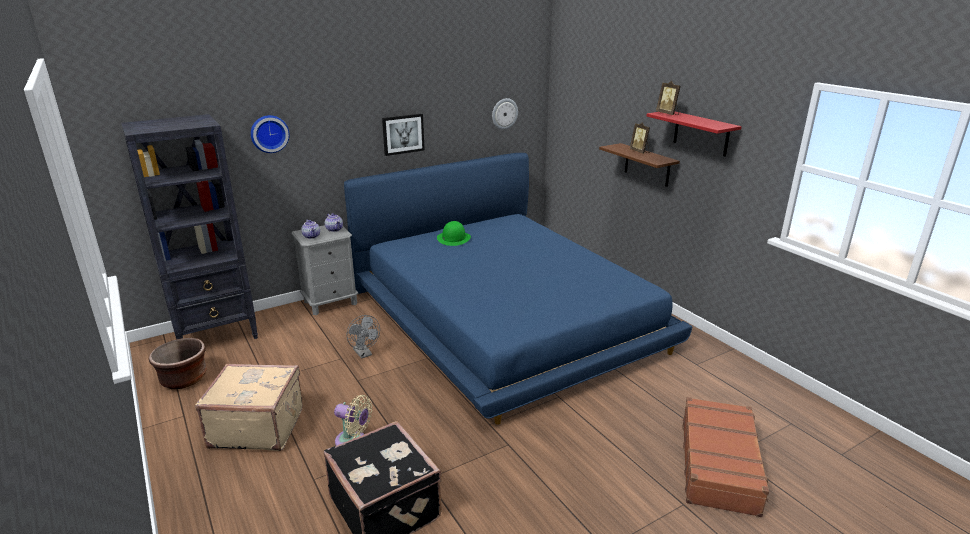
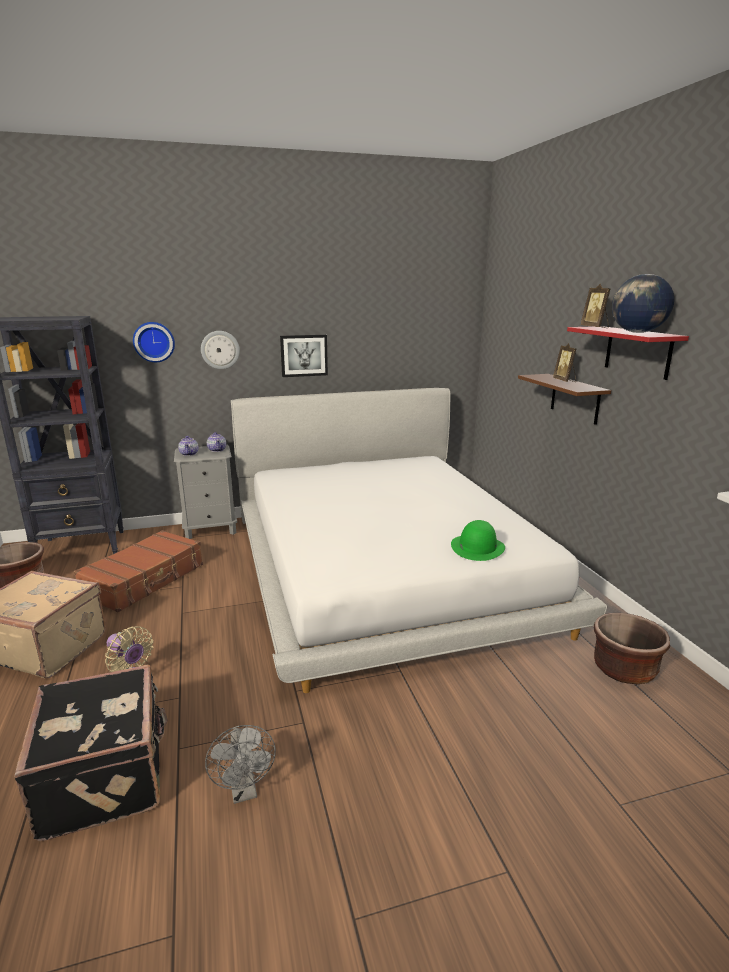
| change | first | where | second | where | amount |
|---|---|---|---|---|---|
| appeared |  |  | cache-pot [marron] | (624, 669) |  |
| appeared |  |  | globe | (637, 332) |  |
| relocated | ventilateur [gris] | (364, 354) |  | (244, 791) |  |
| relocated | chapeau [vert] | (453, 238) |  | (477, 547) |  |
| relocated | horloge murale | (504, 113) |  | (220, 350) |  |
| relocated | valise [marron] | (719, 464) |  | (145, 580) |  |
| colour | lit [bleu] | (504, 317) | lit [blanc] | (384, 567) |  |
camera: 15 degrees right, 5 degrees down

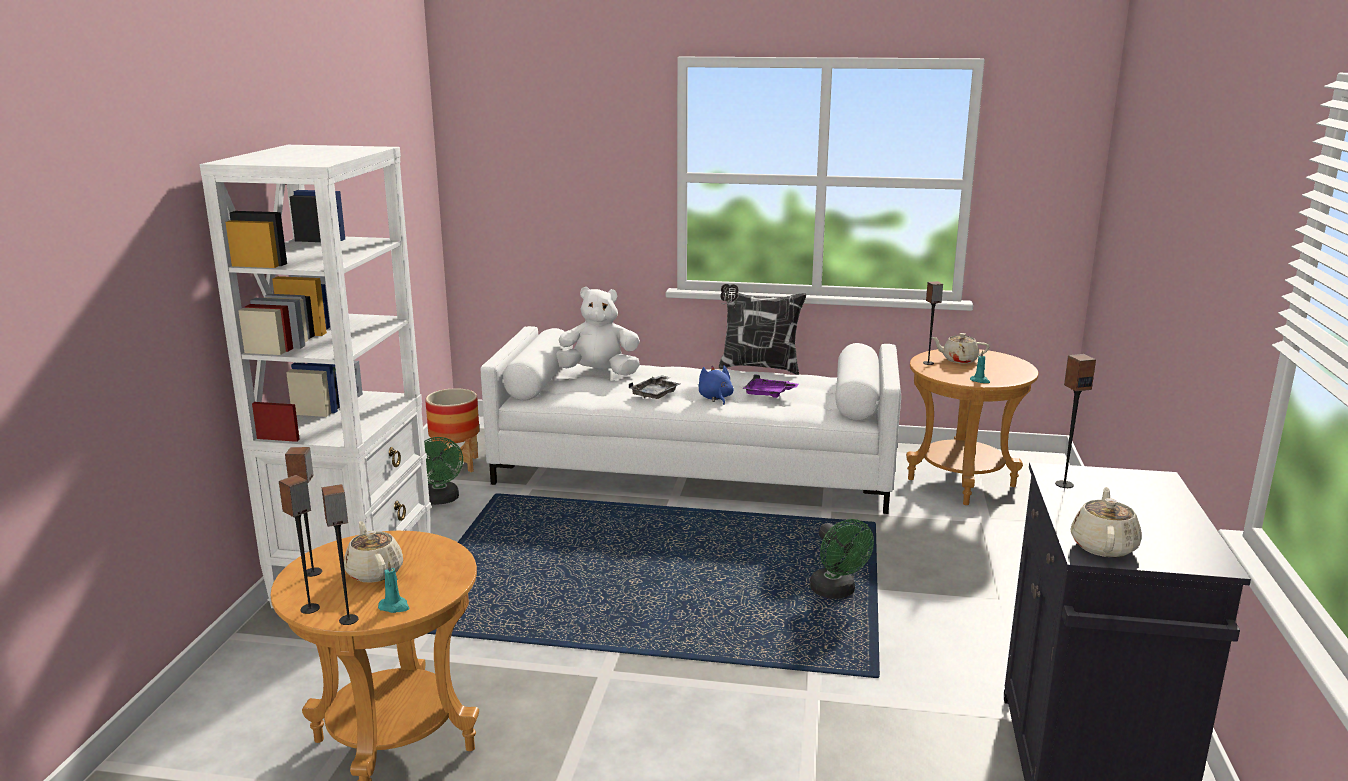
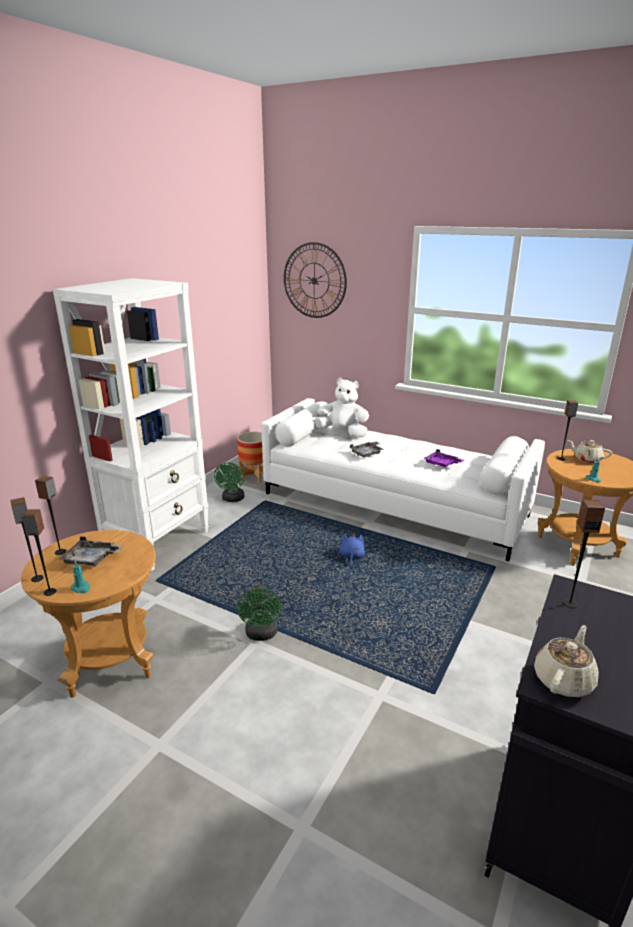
| change | first | where | second | where | amount |
|---|---|---|---|---|---|
| missing | coussin | (758, 367) |  |  |  |
| appeared |  |  | horloge murale | (314, 280) |  |
| relocated | peluche [bleu] | (715, 398) |  | (351, 557) |  |
| relocated | ventilateur [vert] | (836, 592) |  | (261, 634) |  |
| exchanged | théière [beige] | (374, 572) | plateau [gris] | (91, 559) |  |
camera: 20 degrees right, 5 degrees up

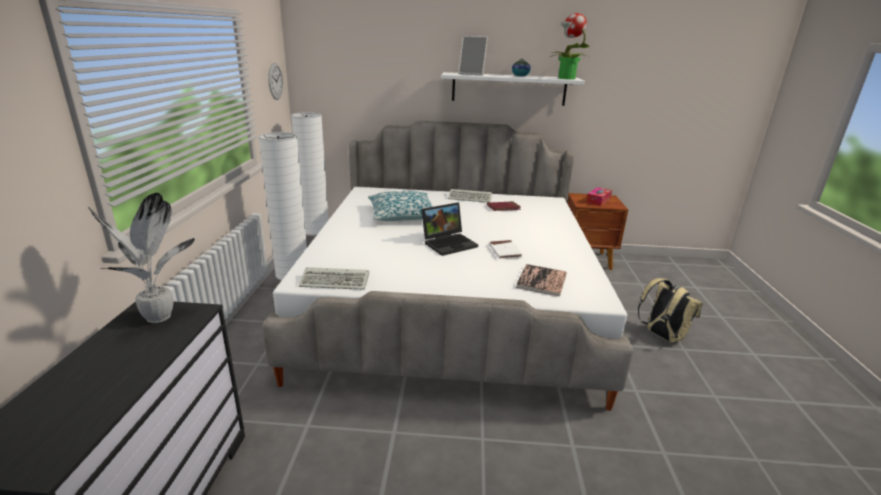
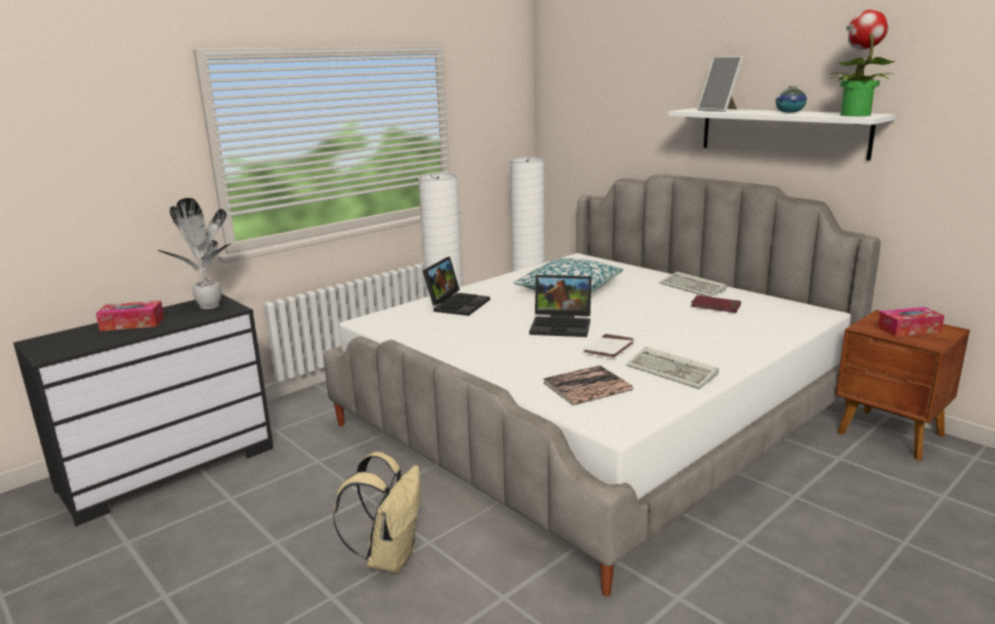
| change | first | where | second | where | amount |
|---|---|---|---|---|---|
| missing | horloge murale | (275, 81) |  |  |  |
| appeared |  |  | boîte à mouchoirs | (132, 324) |  |
| appeared |  |  | ordinateur portable | (457, 304) |  |
| relocated | clavier | (336, 281) |  | (673, 372) |  |
| relocated | sac à dos [beige] | (661, 335) |  | (390, 557) |  |
camera: 45 degrees right, 5 degrees down

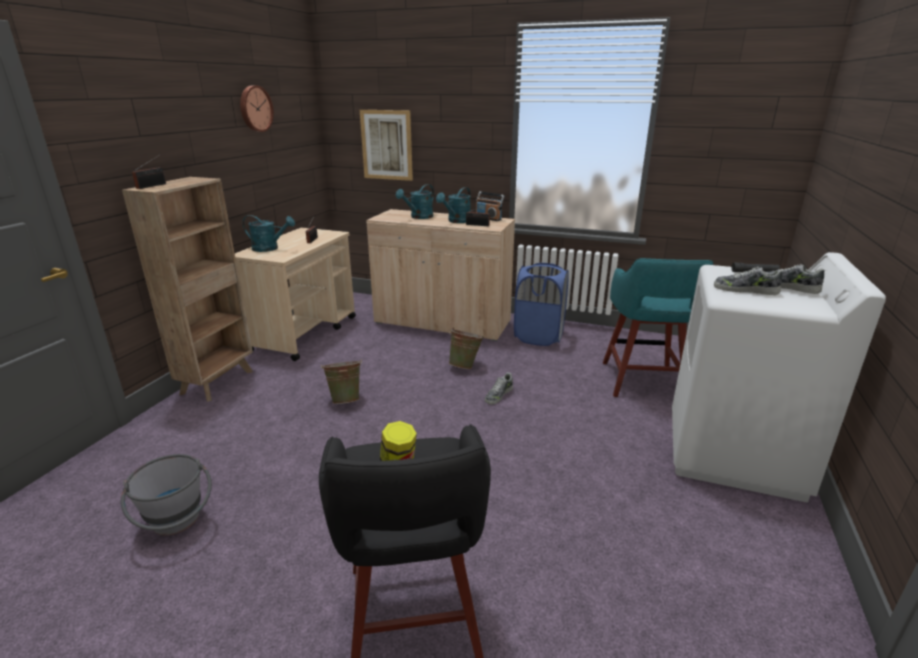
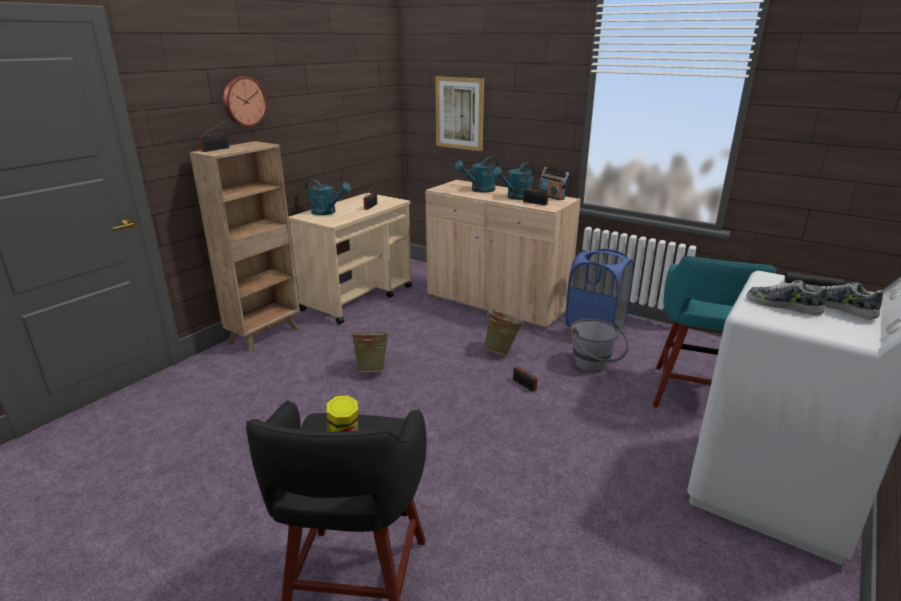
| change | first | where | second | where | amount |
|---|---|---|---|---|---|
| relocated | seau [gris] | (177, 525) |  | (594, 367) |  |
| relocated | horloge murale | (255, 109) |  | (244, 101) |  |
| exchanged | chaussure | (498, 395) | radio | (525, 386) |  |
camera: 15 degrees right, 0 degrees up

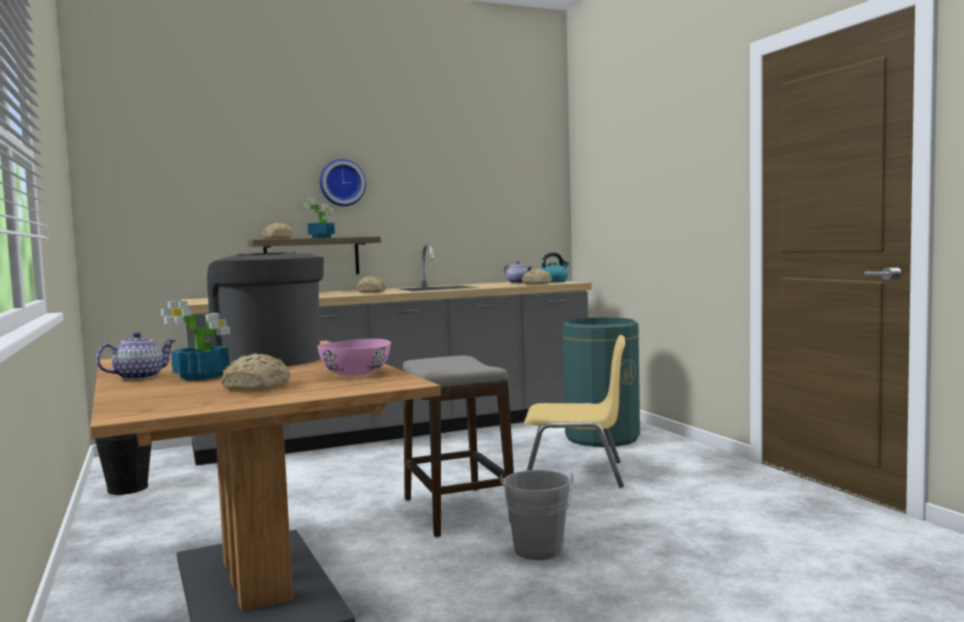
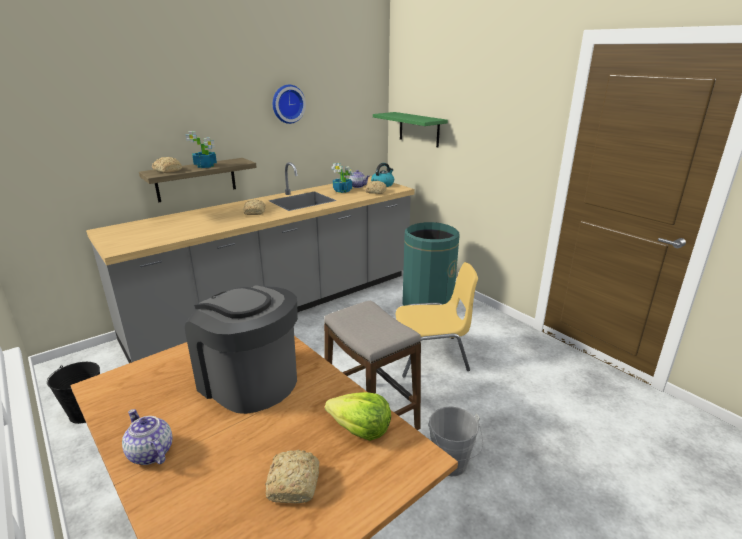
| change | first | where | second | where | amount |
|---|---|---|---|---|---|
| appeared |  |  | étagère [vert] | (419, 129) |  |
| relocated | plante en pot | (202, 377) |  | (343, 190) |  |
| relocated | horloge murale | (342, 183) |  | (287, 104) |  |
| exchanged | bol [rose] | (355, 374) | laitue | (360, 429) |  |
| spun | théière | (139, 377) |  | (150, 453) | 75 degrees counterclockwise |
camera: 15 degrees left, 20 degrees up

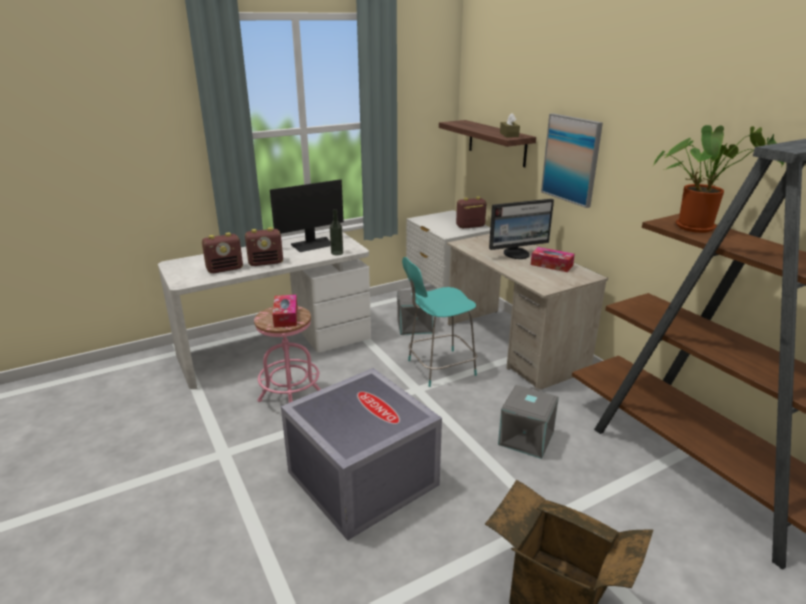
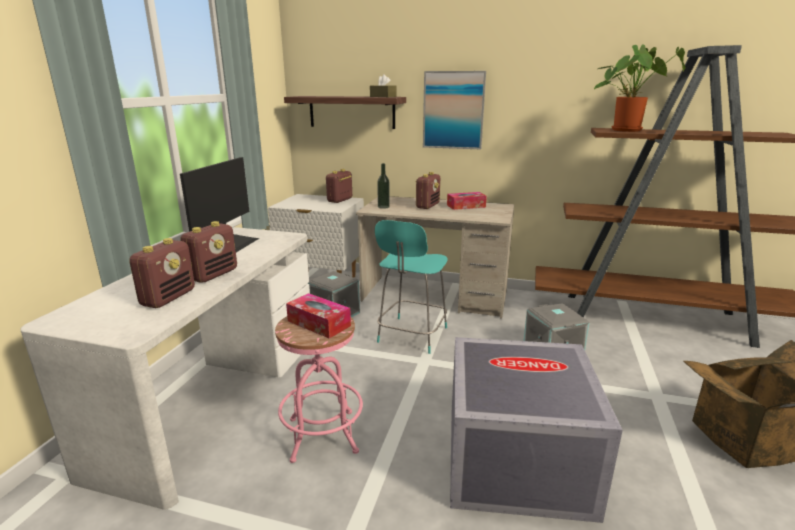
| change | first | where | second | where | amount |
|---|---|---|---|---|---|
| relocated | bouteille | (337, 253) |  | (383, 207) |  |
| exchanged | écran d'ordinateur | (517, 254) | radio | (427, 206) |  |
camera: 45 degrees left, 5 degrees down

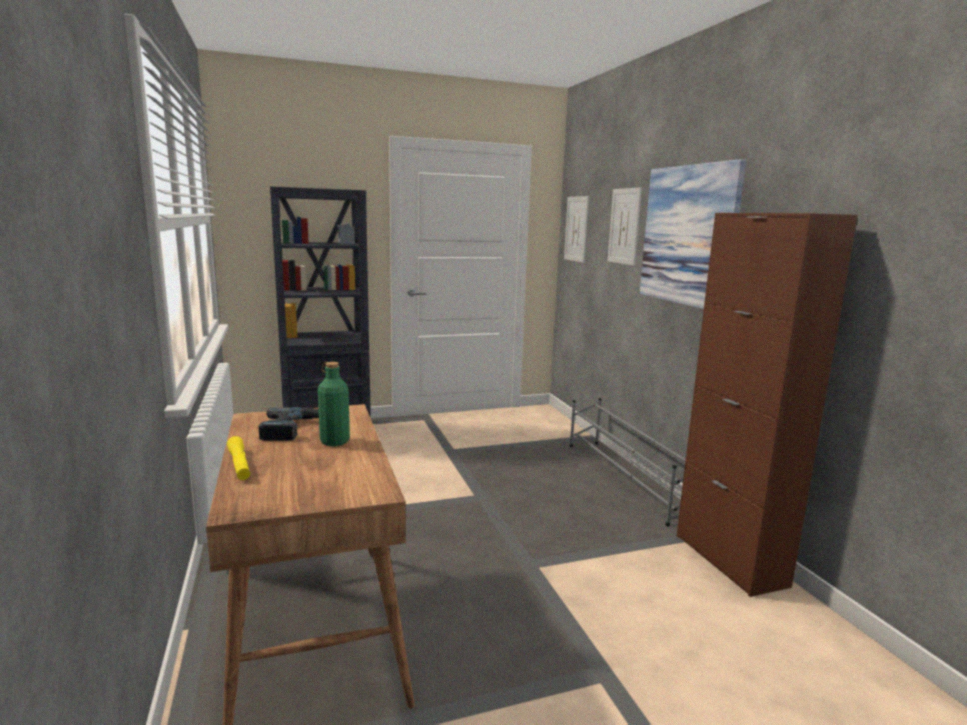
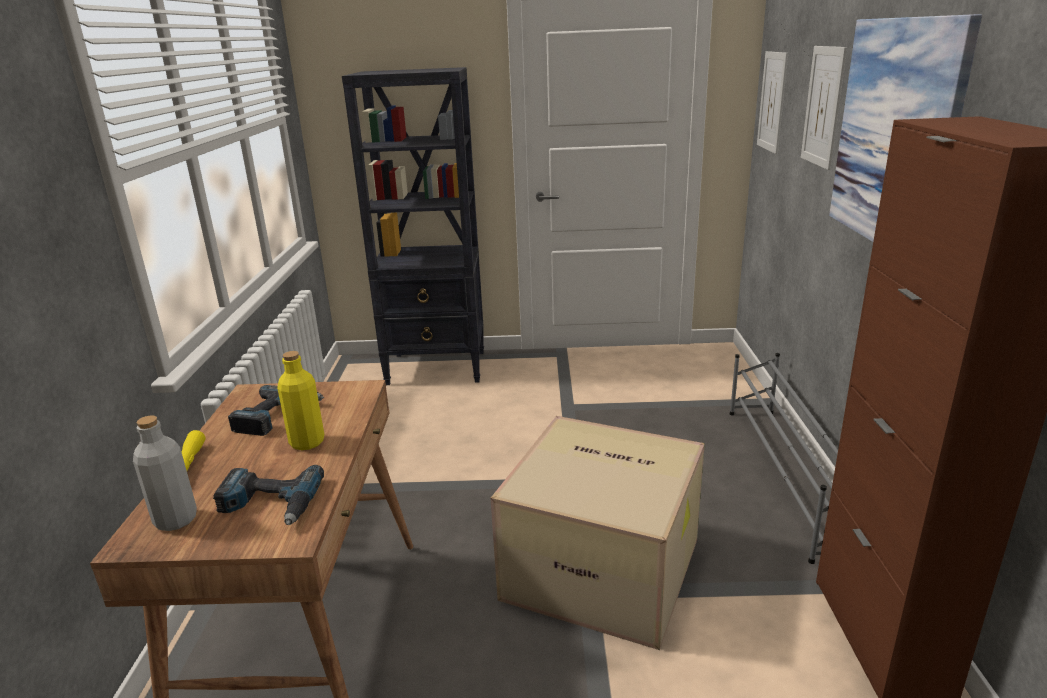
| change | first | where | second | where | amount |
|---|---|---|---|---|---|
| appeared |  |  | bouteille [gris] | (176, 520) |  |
| appeared |  |  | perceuse | (269, 504) |  |
| appeared |  |  | carton | (605, 567) |  |
| colour | bouteille [vert] | (335, 441) | bouteille [jaune] | (307, 442) |  |
camera: 20 degrees right, 10 degrees up

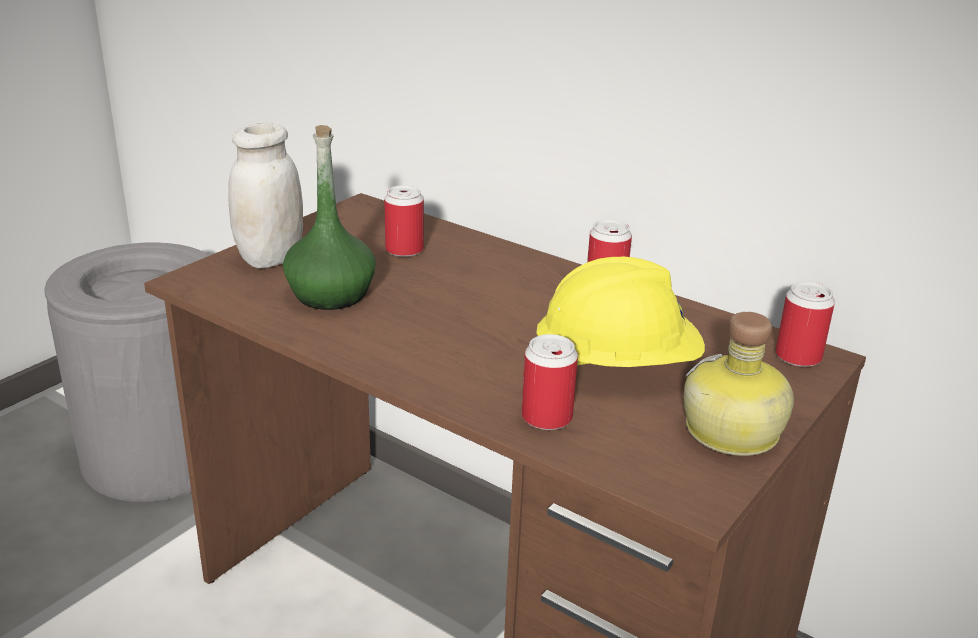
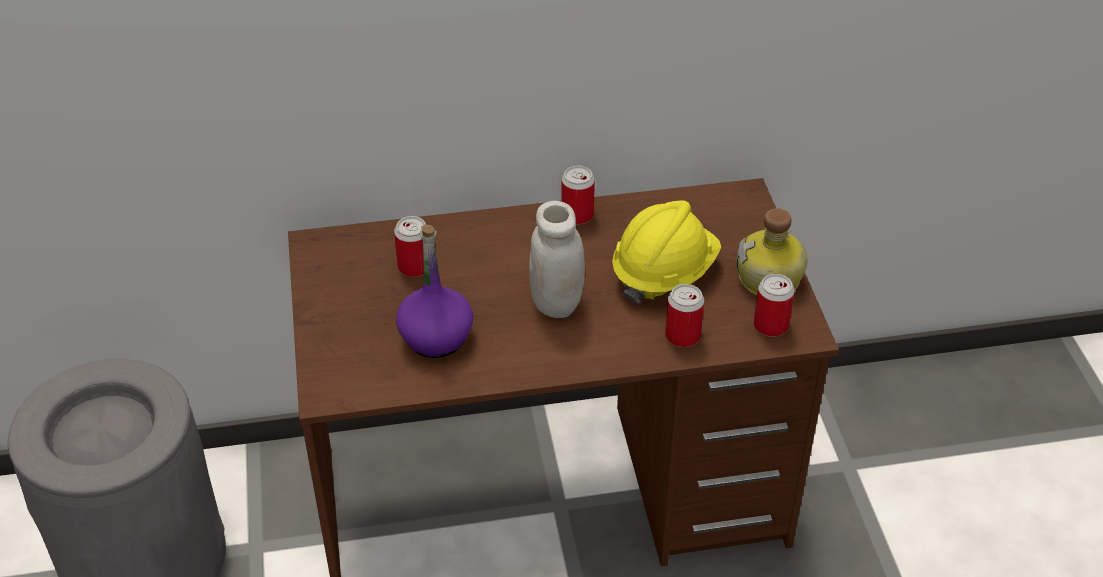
| change | first | where | second | where | amount |
|---|---|---|---|---|---|
| relocated | bocal [blanc] | (271, 258) |  | (556, 303) |  |
| relocated | boîte métallique | (798, 357) |  | (770, 325) |  |
| colour | bouteille [vert] | (331, 294) | bouteille [violet] | (436, 337) |  |
camera: 45 degrees left, 15 degrees up

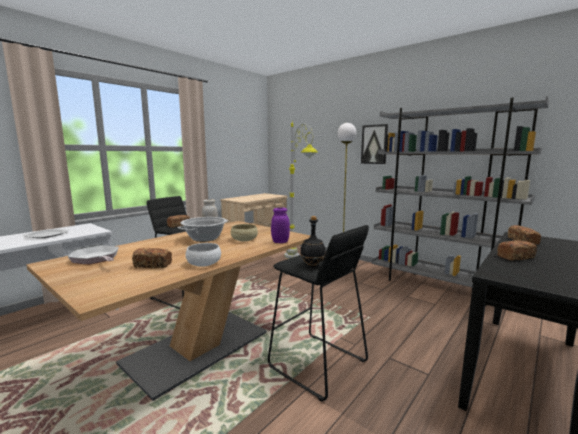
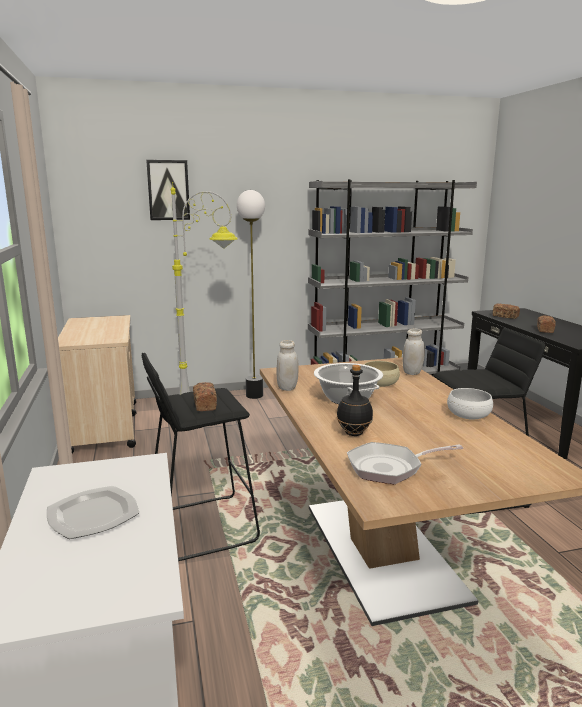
| change | first | where | second | where | amount |
|---|---|---|---|---|---|
| missing | pain | (153, 265) |  |  |  |
| relocated | bouteille [noir] | (312, 265) |  | (354, 433) |  |
| relocated | tableau | (374, 144) |  | (168, 190) |  |
| colour | bocal [violet] | (280, 242) | bocal [blanc] | (412, 372) |  |
camera: 55 degrees left, 5 degrees up

